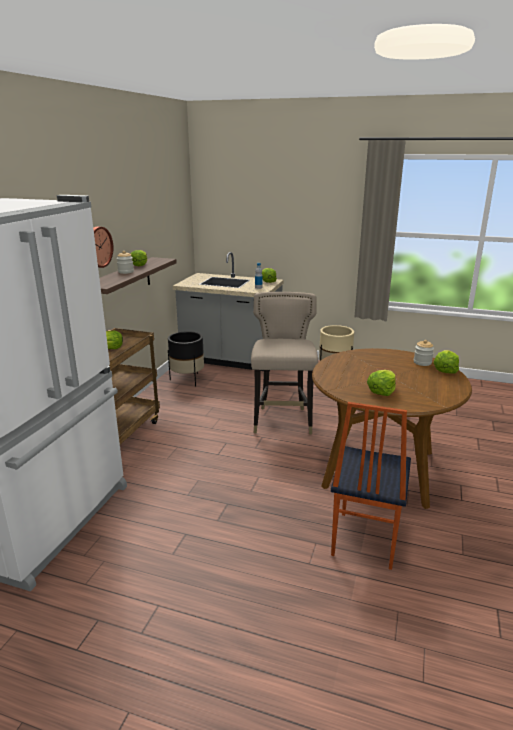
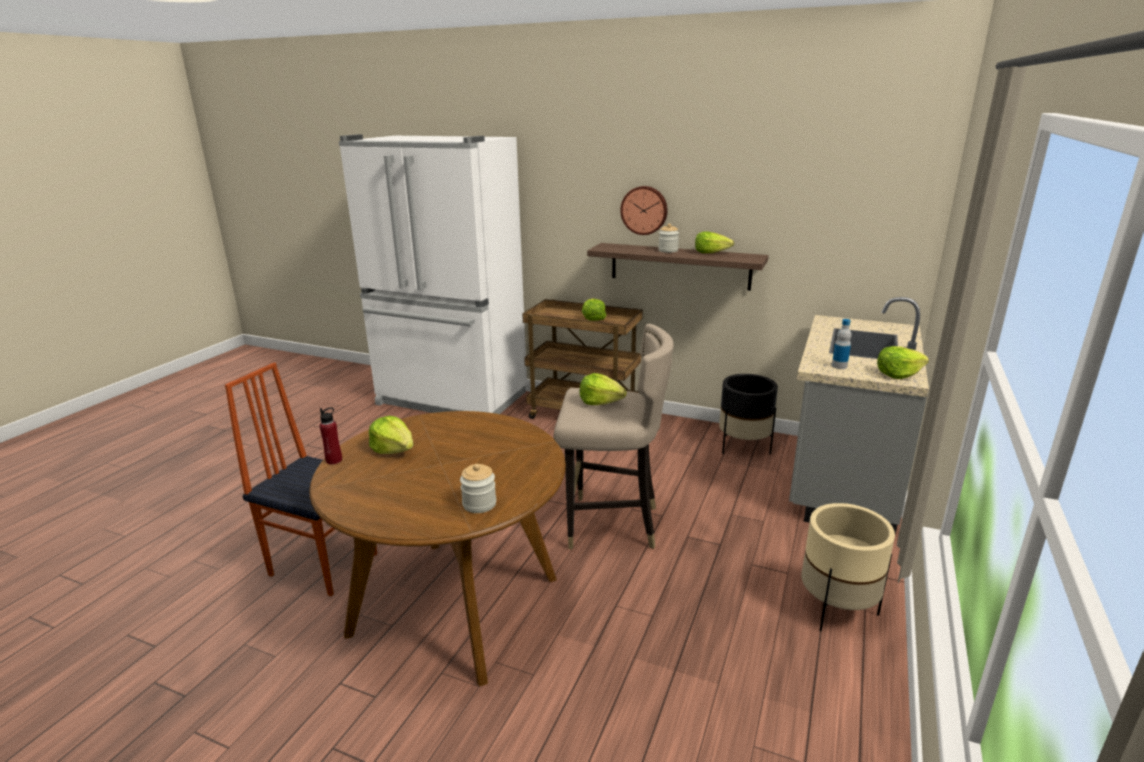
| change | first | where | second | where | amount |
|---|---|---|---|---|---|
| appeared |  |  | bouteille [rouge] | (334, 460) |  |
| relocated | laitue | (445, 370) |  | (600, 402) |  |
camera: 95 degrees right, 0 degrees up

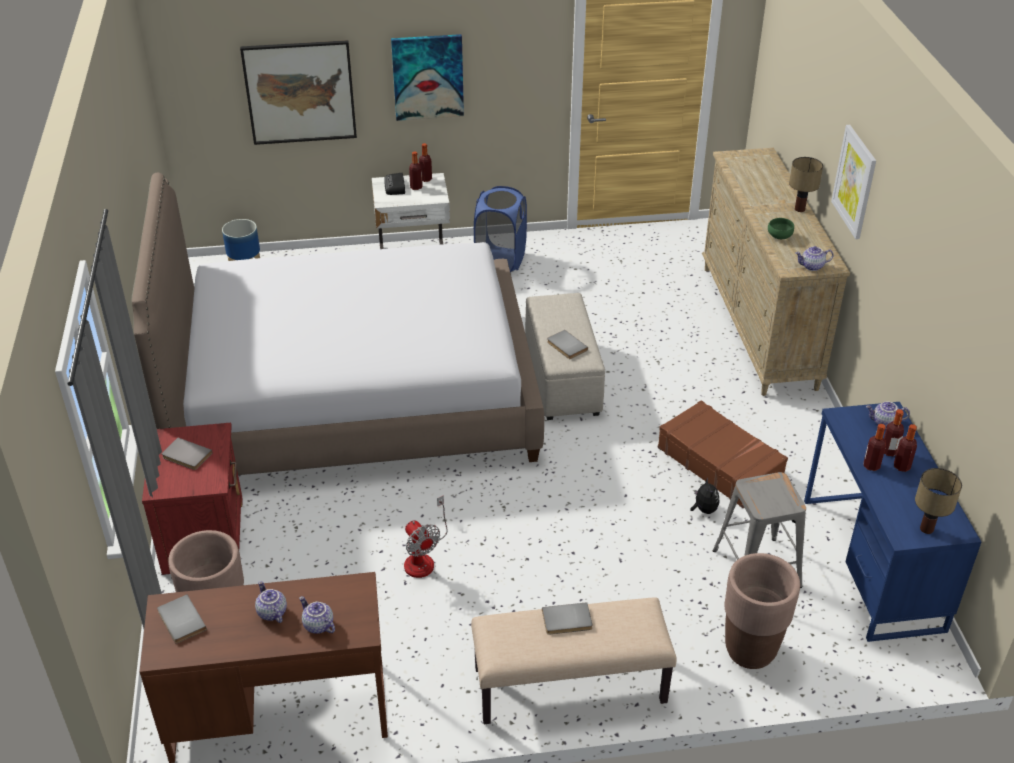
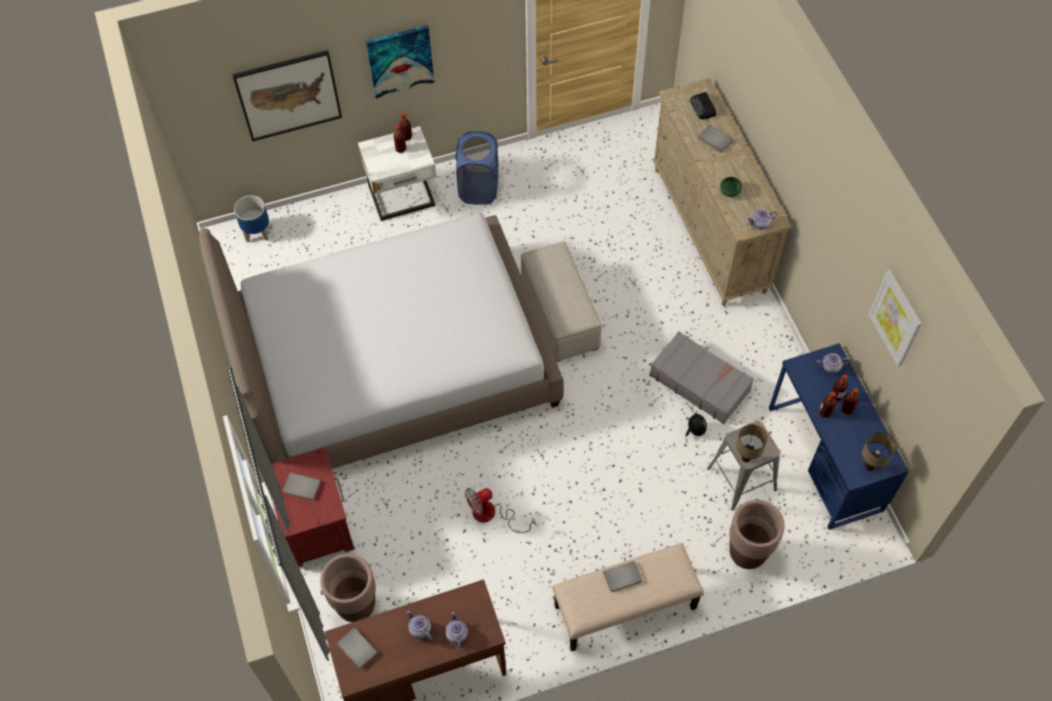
| change | first | where | second | where | amount |
|---|---|---|---|---|---|
| relocated | radio | (395, 187) |  | (703, 108) |  |
| relocated | livre [gris] | (566, 346) |  | (714, 140) |  |
| relocated | lampe de table | (799, 209) |  | (746, 457) |  |
| relocated | tableau | (854, 181) |  | (895, 318) |  |
| colour | valise [marron] | (720, 463) | valise [gris] | (699, 382) |  |
| spun | théière | (317, 625) |  | (456, 634) | 45 degrees clockwise |
| spun | ventilateur | (423, 558) |  | (492, 515) | 105 degrees clockwise |
camera: 10 degrees left, 20 degrees up

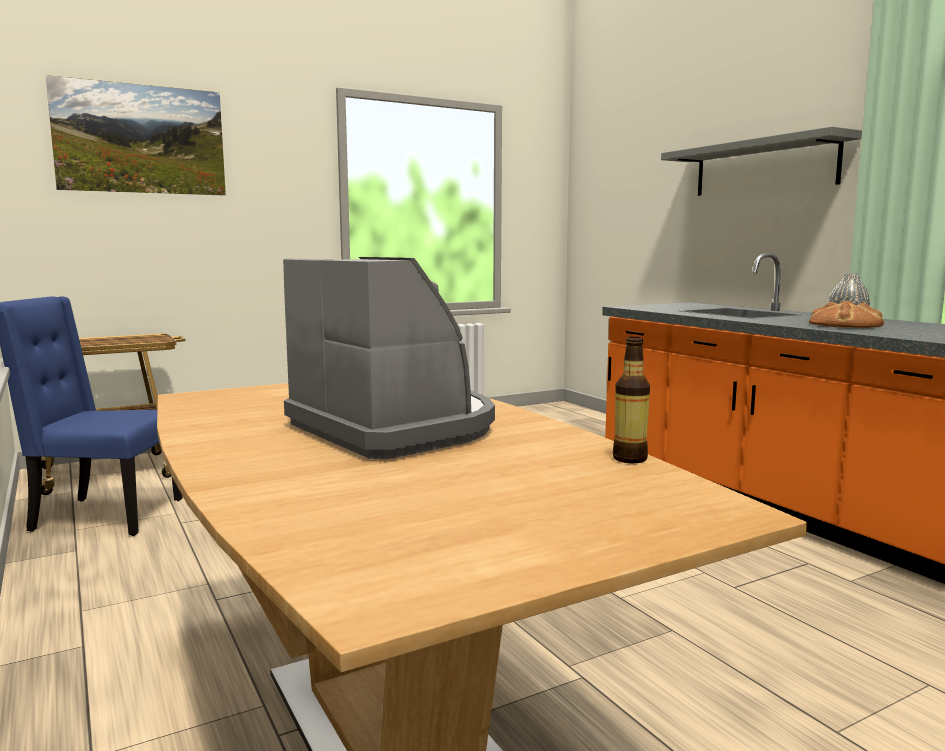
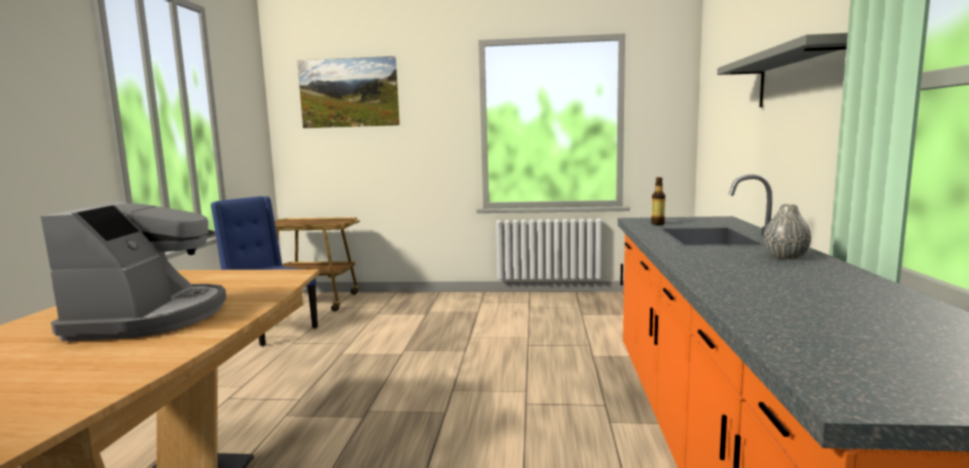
| change | first | where | second | where | amount |
|---|---|---|---|---|---|
| missing | pain | (844, 325) |  |  |  |
| relocated | bouteille | (629, 459) |  | (657, 223) |  |
camera: 35 degrees right, 0 degrees up

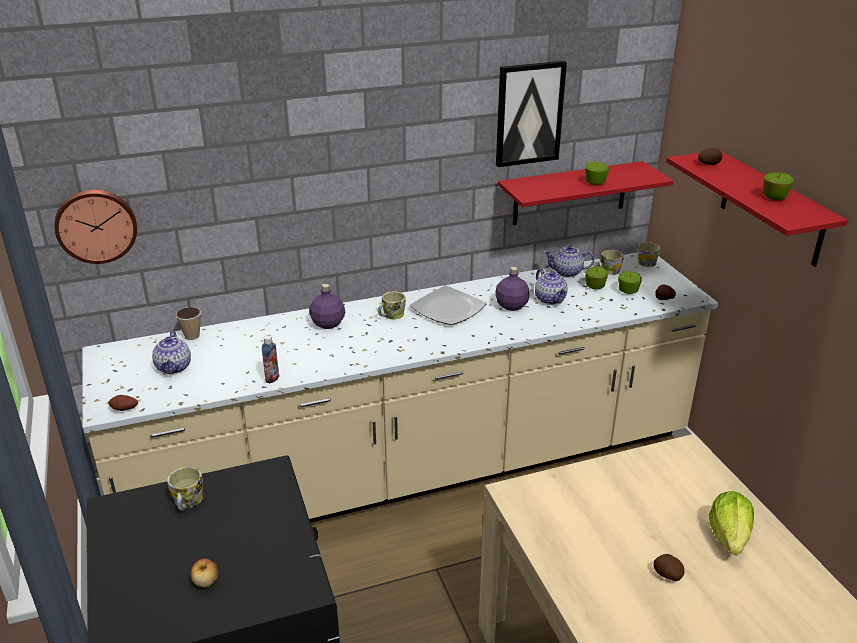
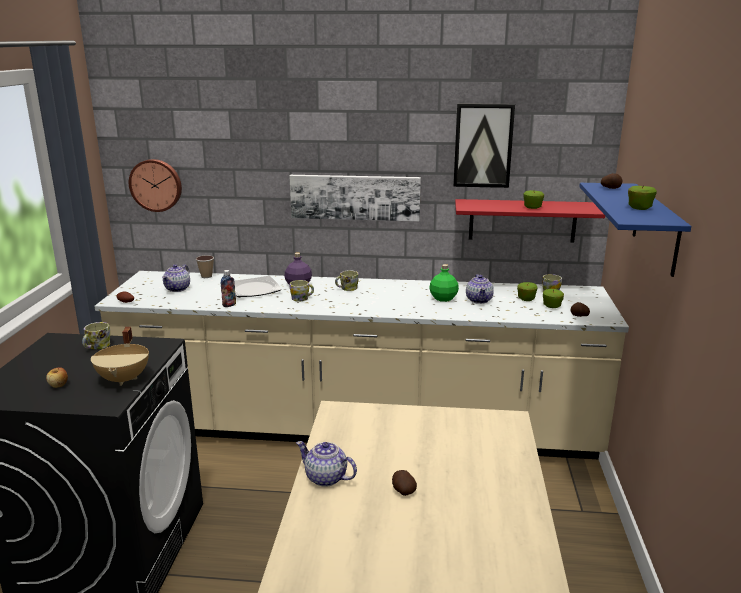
| change | first | where | second | where | amount |
|---|---|---|---|---|---|
| missing | laitue | (729, 537) |  |  |  |
| appeared |  |  | marmite [beige] | (125, 379) |  |
| appeared |  |  | tableau | (355, 197) |  |
| relocated | assiette | (449, 308) |  | (254, 289) |  |
| relocated | théière | (567, 272) |  | (326, 478) |  |
| relocated | mug | (648, 262) |  | (302, 298) |  |
| colour | bouteille [violet] | (512, 306) | bouteille [vert] | (443, 298) |  |
| colour | étagère [rouge] | (771, 208) | étagère [bleu] | (656, 228) |  |
camera: 25 degrees right, 10 degrees down

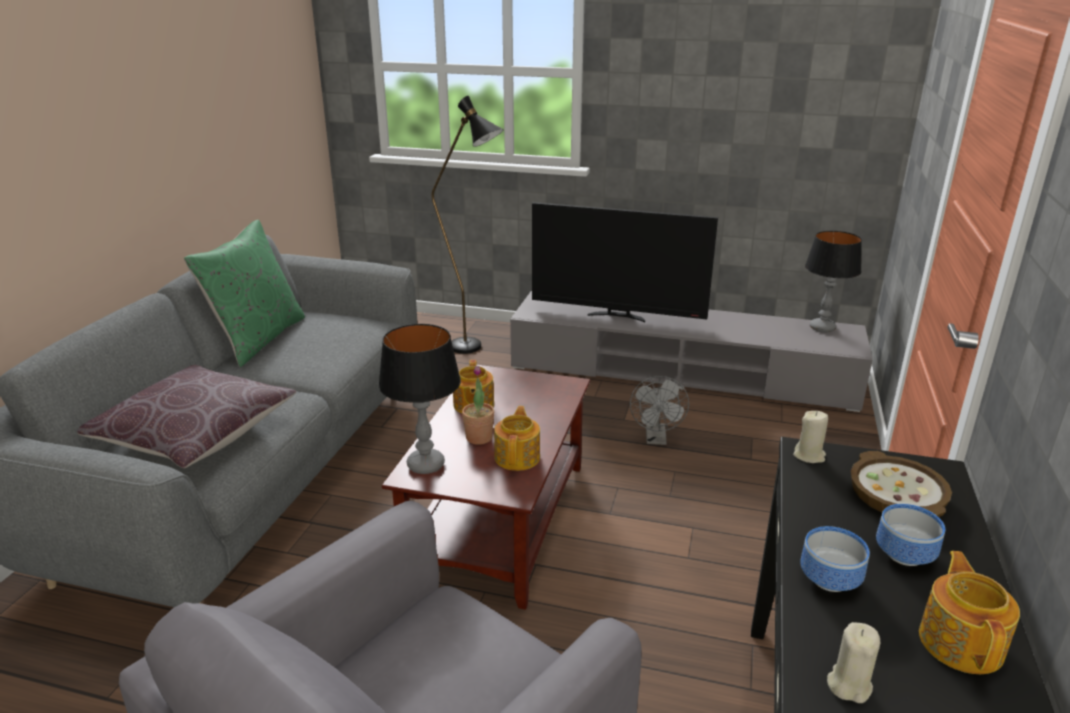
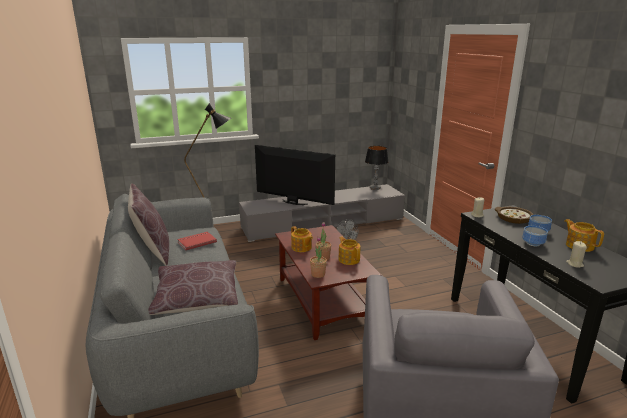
| change | first | where | second | where | amount |
|---|---|---|---|---|---|
| appeared |  |  | livre [rouge] | (196, 242) |  |
| exchanged | lampe de table | (426, 465) | plante en pot | (318, 274) |  |
| colour | coussin [vert] | (258, 339) | coussin [marron] | (153, 251) |  |
| spun | téléviseur | (617, 316) |  | (293, 202) | 135 degrees counterclockwise |
camera: 35 degrees left, 5 degrees down

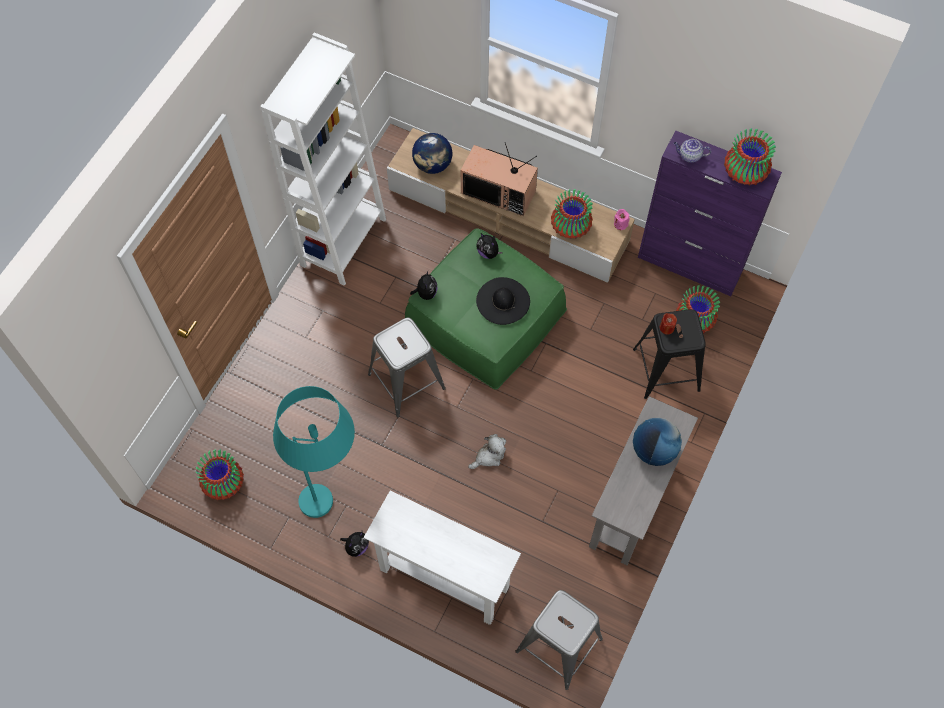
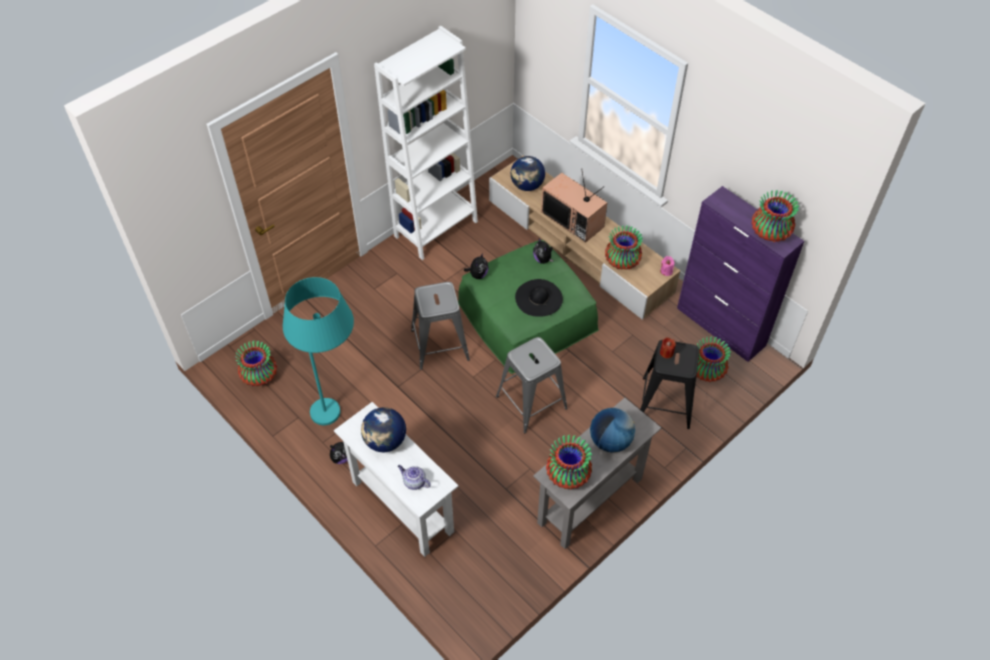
| change | first | where | second | where | amount |
|---|---|---|---|---|---|
| missing | peluche | (489, 456) |  |  |  |
| appeared |  |  | globe | (385, 441) |  |
| appeared |  |  | vase | (568, 475) |  |
| relocated | tabouret [gris] | (558, 645) |  | (531, 402) |  |
| relocated | théière | (689, 156) |  | (414, 482) |  |
camera: 20 degrees right, 10 degrees down

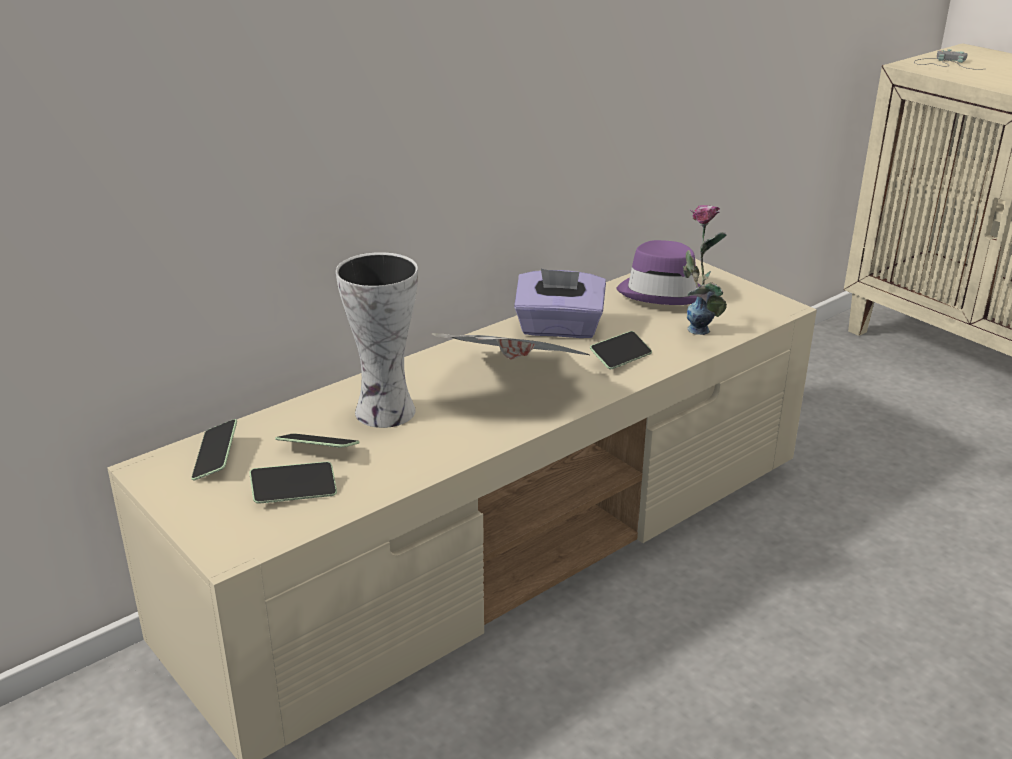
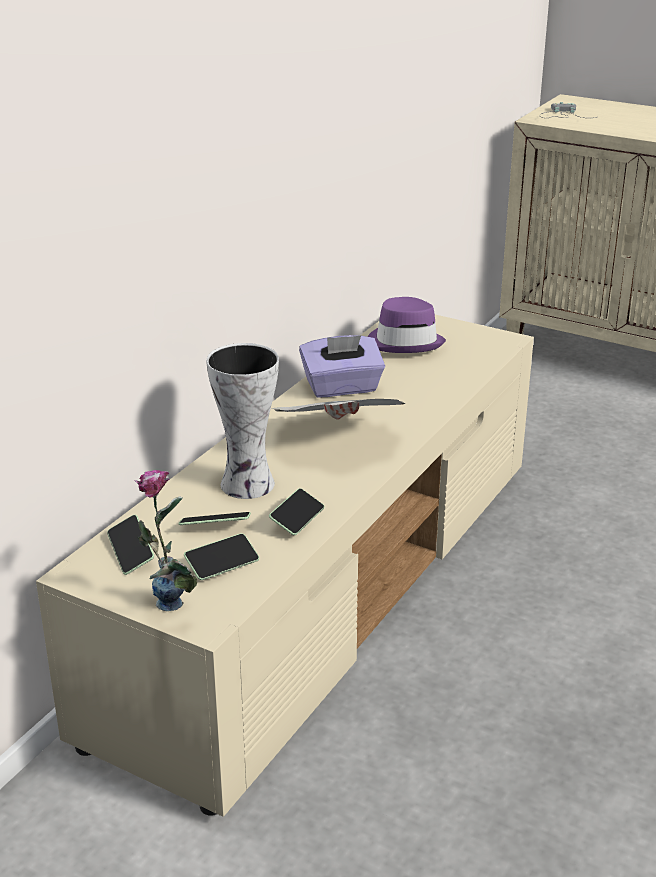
| change | first | where | second | where | amount |
|---|---|---|---|---|---|
| relocated | téléphone | (620, 358) |  | (297, 520) |  |
| relocated | vase | (697, 337) |  | (170, 615) |  |
camera: 20 degrees left, 0 degrees up

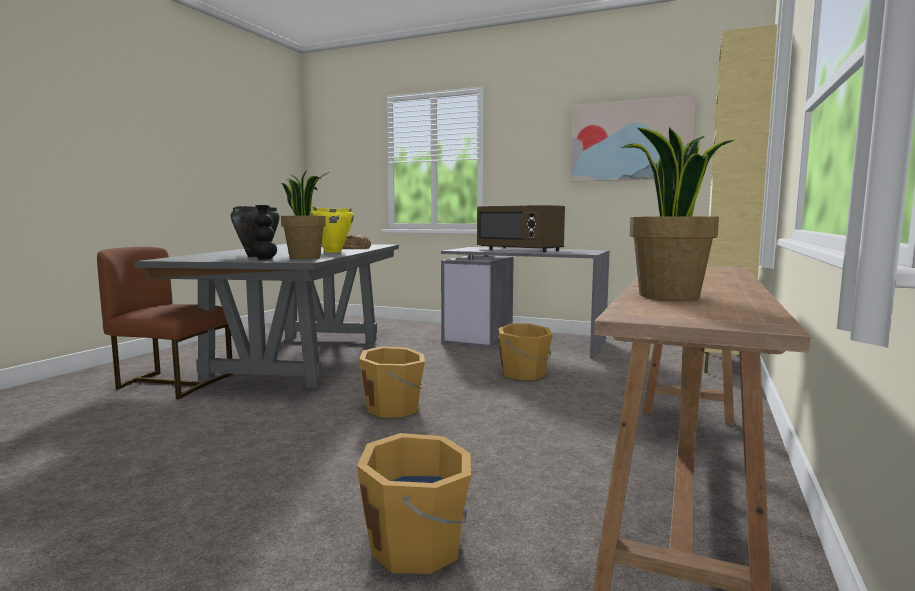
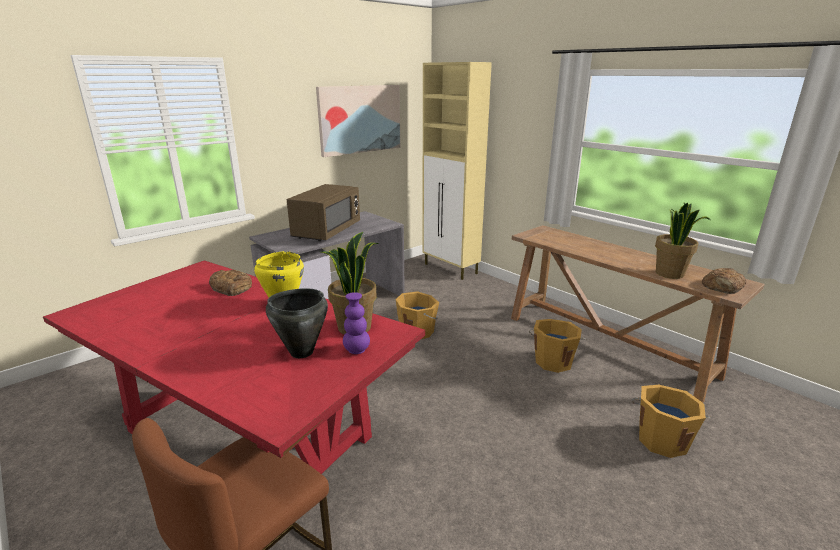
| change | first | where | second | where | amount |
|---|---|---|---|---|---|
| appeared |  |  | pain | (723, 286) |  |
| relocated | seau [orange] | (394, 408) |  | (553, 361) |  |
| colour | table à manger [gris] | (300, 358) | table à manger [rouge] | (250, 434) |  |
| colour | vase [noir] | (265, 259) | vase [violet] | (357, 350) |  |
| spun | micro-ondes [marron] | (520, 250) |  | (327, 231) | 45 degrees counterclockwise |
camera: 65 degrees left, 15 degrees up

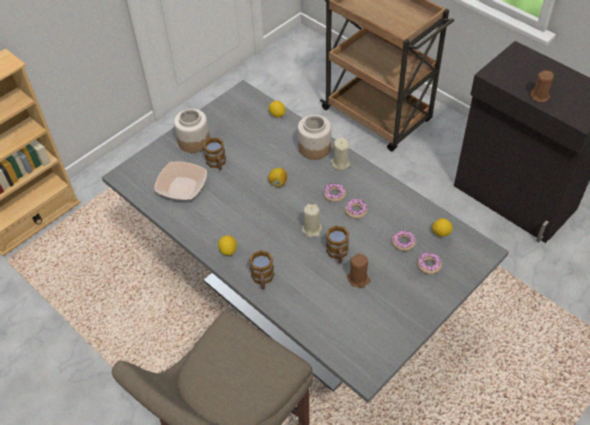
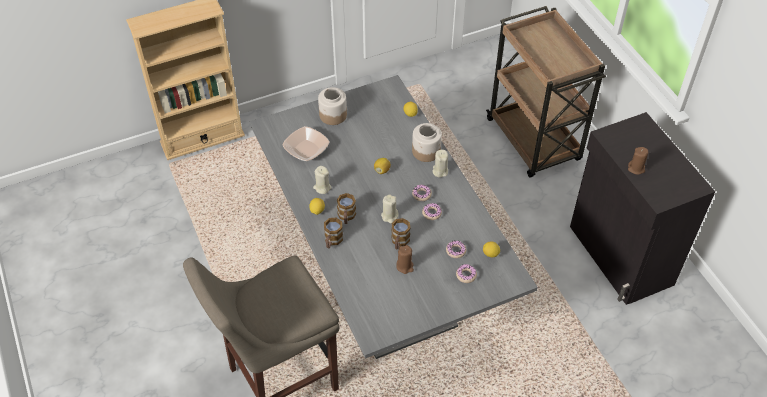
| change | first | where | second | where | amount |
|---|---|---|---|---|---|
| appeared |  |  | bougie [beige] | (322, 187) |  |
| relocated | mug | (217, 163) |  | (346, 217) |  |
camera: 20 degrees right, 0 degrees up

